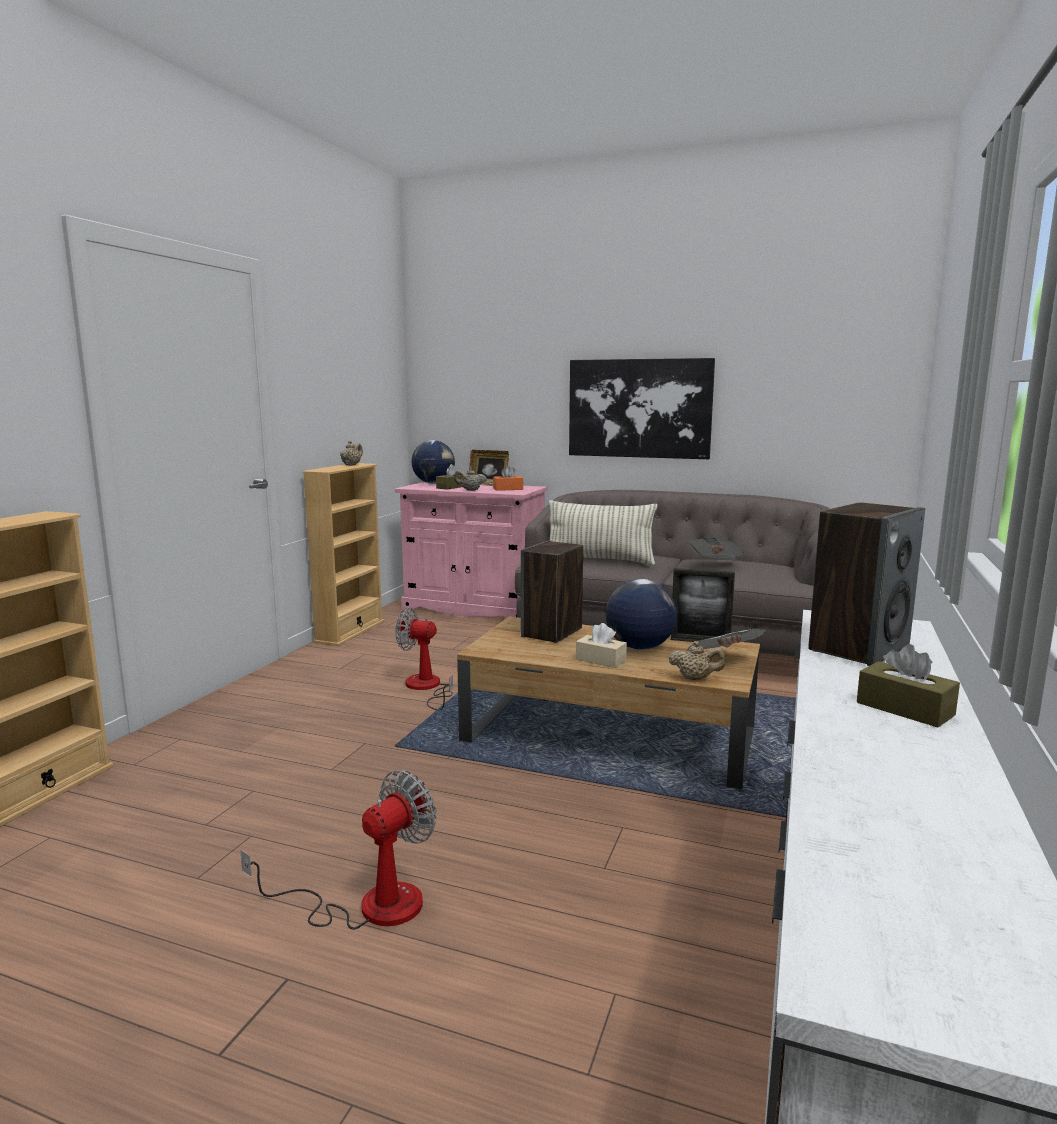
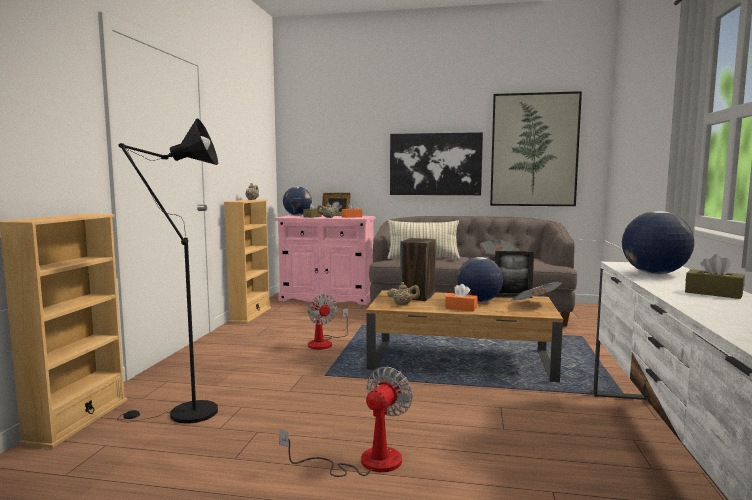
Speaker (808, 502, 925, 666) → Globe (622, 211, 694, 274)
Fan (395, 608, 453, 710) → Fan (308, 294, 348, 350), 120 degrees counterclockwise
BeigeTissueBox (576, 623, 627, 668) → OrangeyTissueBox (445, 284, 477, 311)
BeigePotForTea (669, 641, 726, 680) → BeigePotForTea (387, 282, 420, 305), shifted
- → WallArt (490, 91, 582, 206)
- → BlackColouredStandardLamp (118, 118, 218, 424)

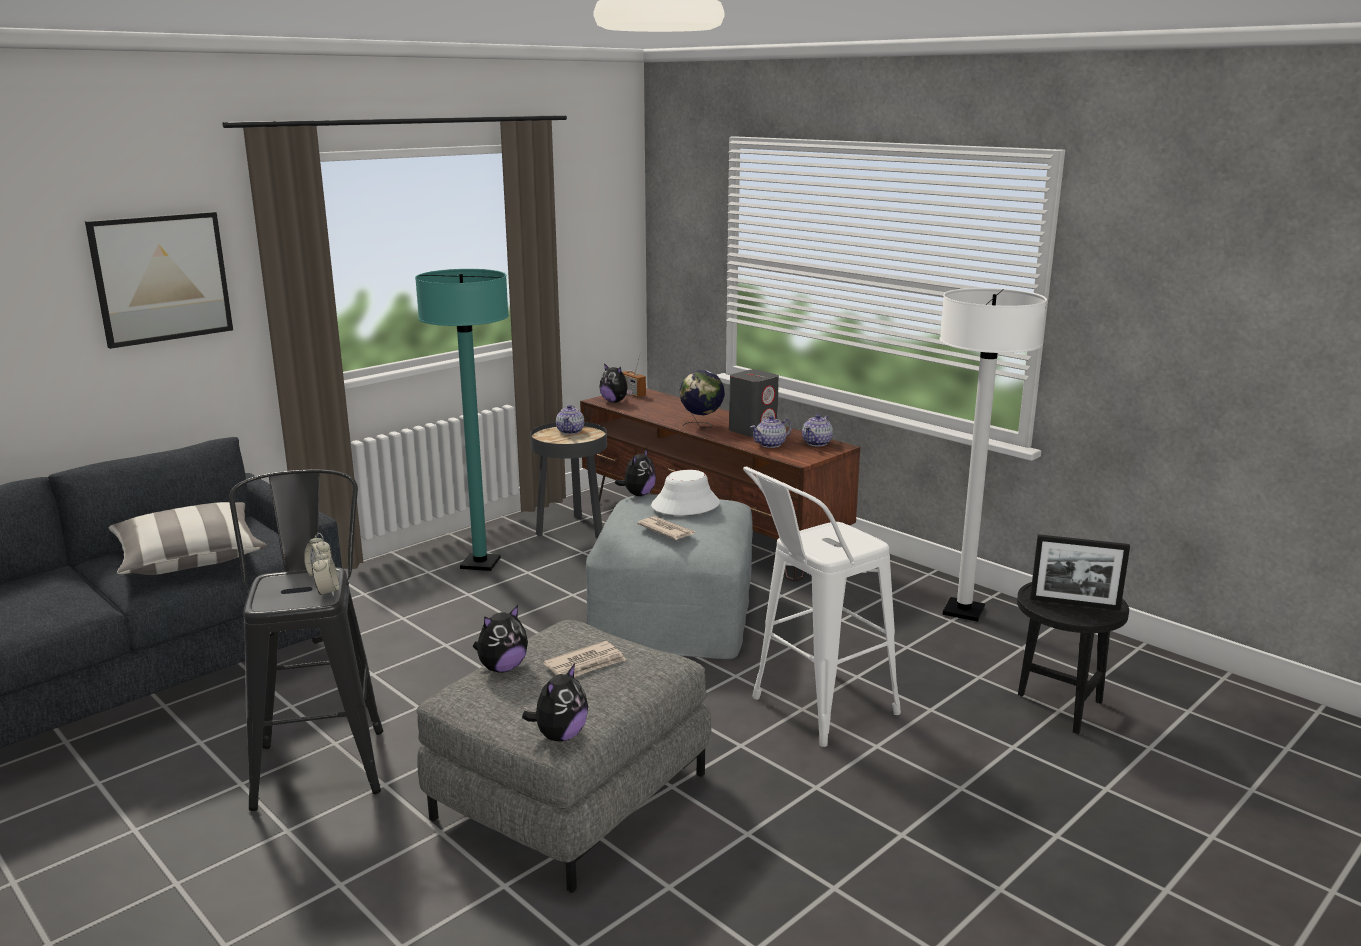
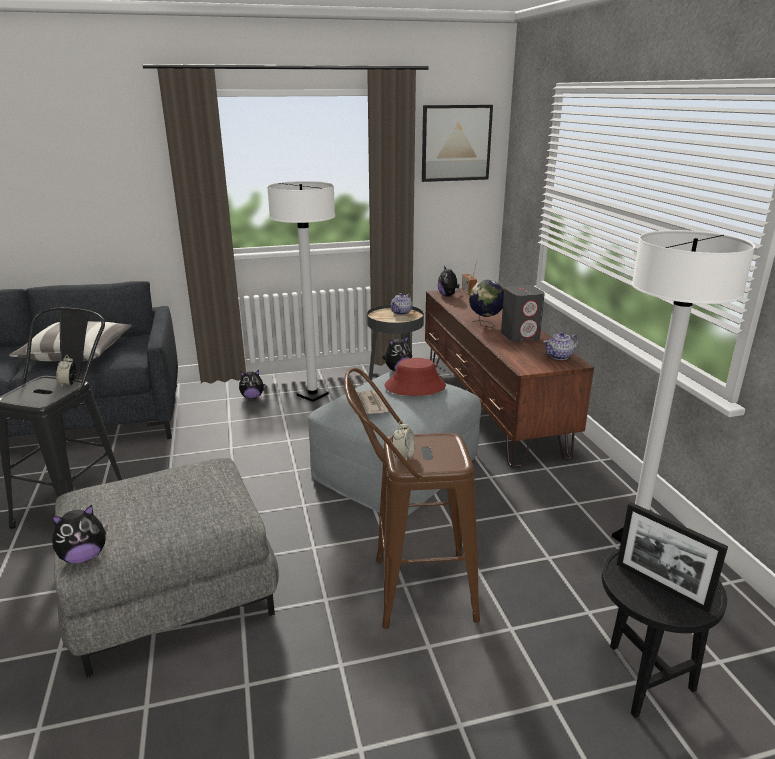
WallArt (85, 212, 233, 349) → WallArt (422, 105, 493, 182), shifted
BlueGreenStandardLamp (415, 269, 509, 571) → WhiteColouredStandardLamp (267, 181, 335, 402)
PotForTea (750, 416, 792, 448) → -
WhiteColouredStoolSeat (743, 467, 901, 747) → BrownishStoolSeat (344, 368, 480, 629)
WhiteColouredWearableHat (651, 470, 720, 515) → ReddishWearableHat (384, 358, 446, 396)
BedsideClock (312, 550, 339, 597) → BedsideClock (392, 420, 415, 461), shifted
CuddlyToy (473, 605, 528, 673) → CuddlyToy (239, 370, 266, 399), shifted
Newspaper (543, 641, 626, 677) → -

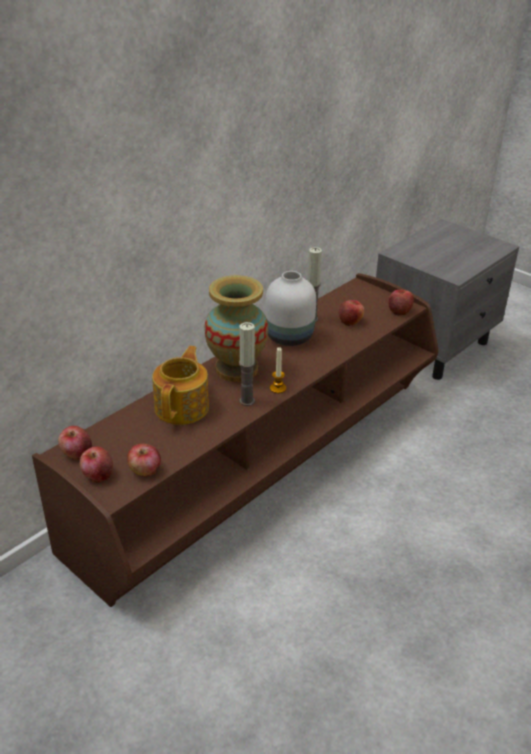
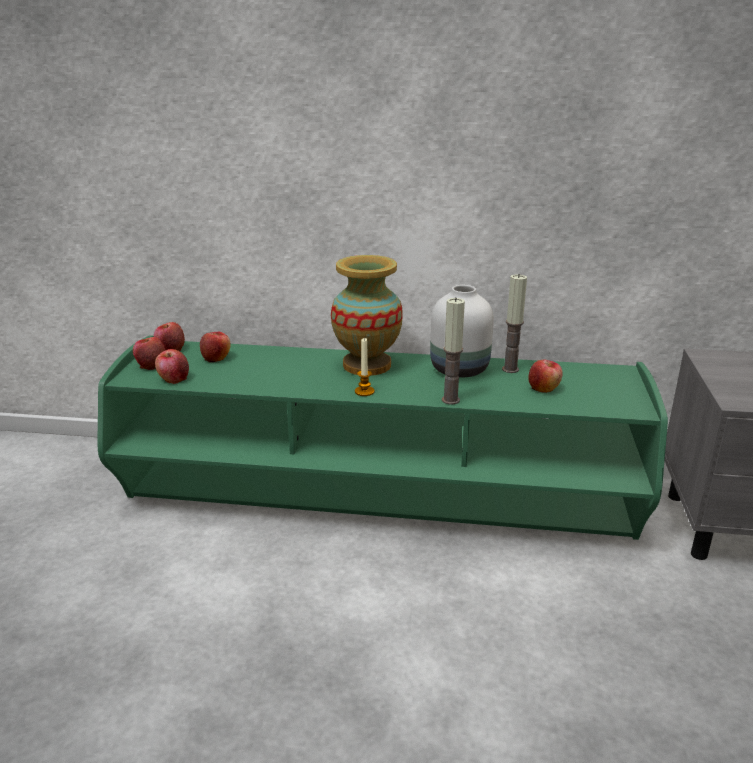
BrownishTvUnit (32, 273, 438, 607) → GreenColouredTvUnit (97, 335, 668, 540)
Apple (389, 290, 414, 316) → Apple (200, 332, 231, 362), shifted
Candle (239, 322, 255, 406) → Candle (442, 297, 465, 405), shifted
PotForTea (152, 346, 209, 425) → -

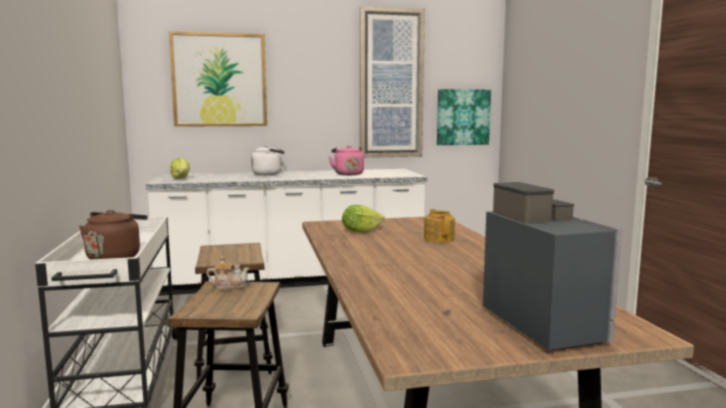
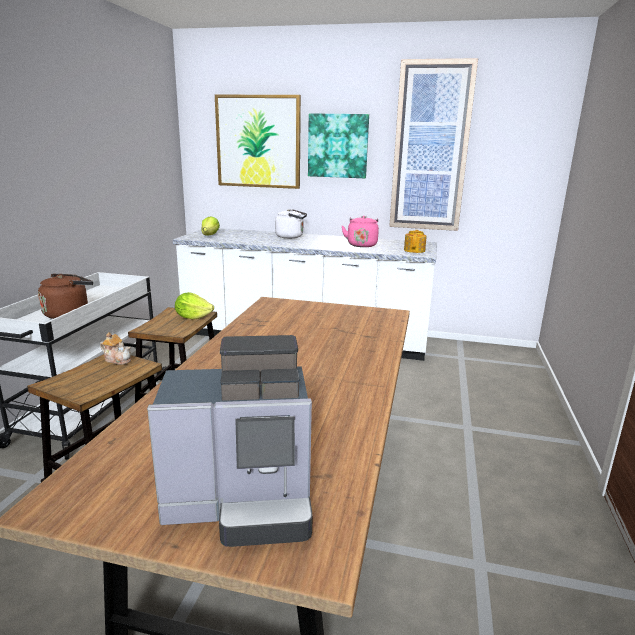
WallArt (437, 89, 491, 145) → WallArt (308, 113, 369, 178), shifted
CoffeeMaker (483, 182, 622, 351) → CoffeeMaker (147, 335, 313, 547), 75 degrees clockwise
LettuceHead (342, 205, 384, 233) → LettuceHead (175, 292, 214, 319), shifted
PotForTea (424, 209, 455, 243) → PotForTea (404, 230, 427, 253), shifted

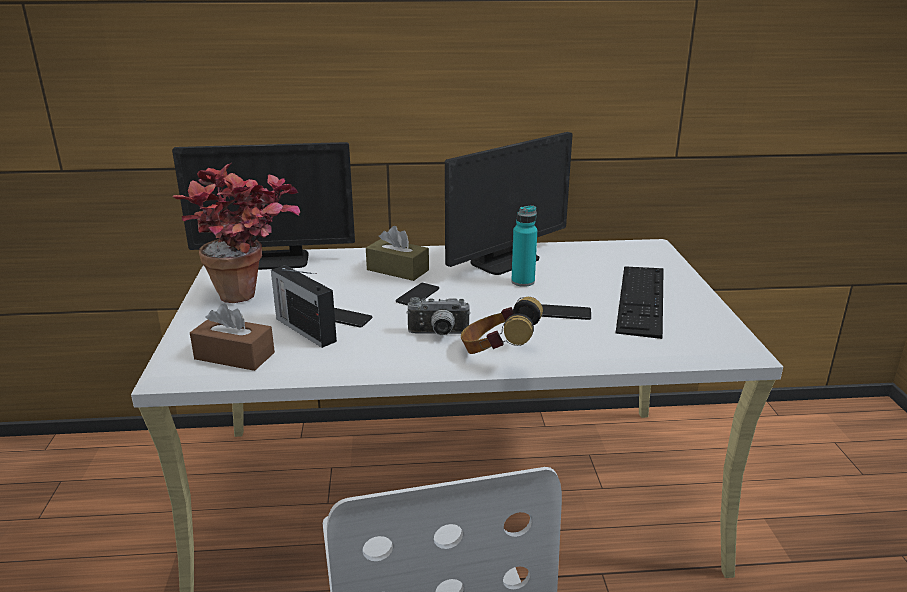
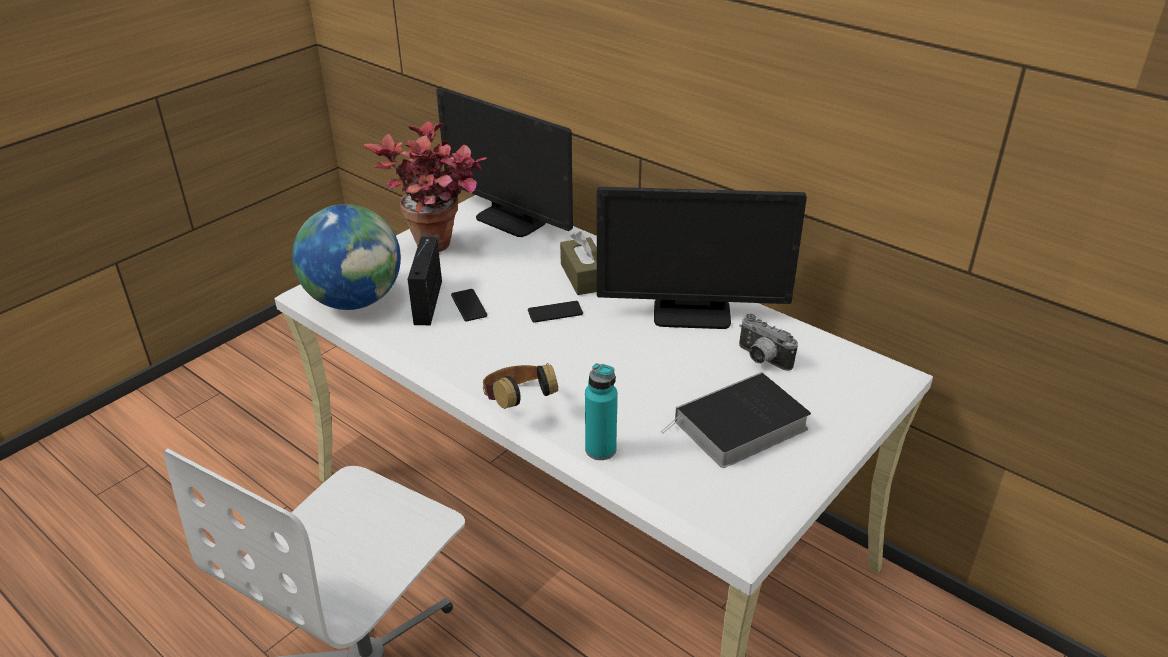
BlueGreenBottle (511, 206, 537, 287) → BlueGreenBottle (585, 363, 617, 460), shifted
PcKeyboard (616, 266, 664, 339) → Volume (661, 372, 811, 468)
PhotoCamera (406, 297, 470, 336) → PhotoCamera (739, 314, 798, 371), shifted
BrownishTissueBox (190, 303, 275, 371) → Globe (292, 204, 401, 310)
Telephone (541, 304, 591, 320) → -

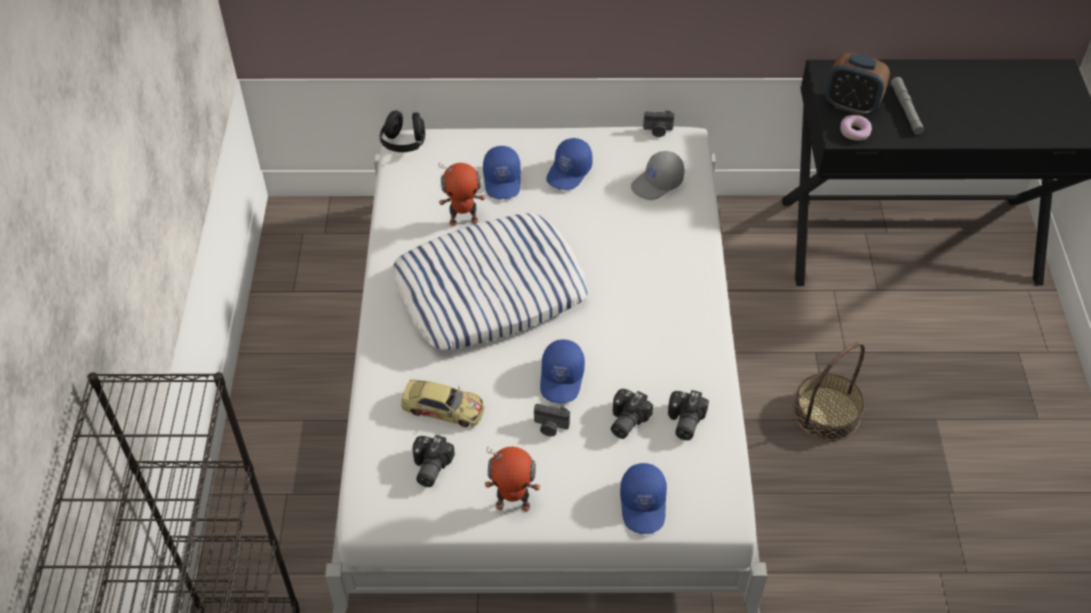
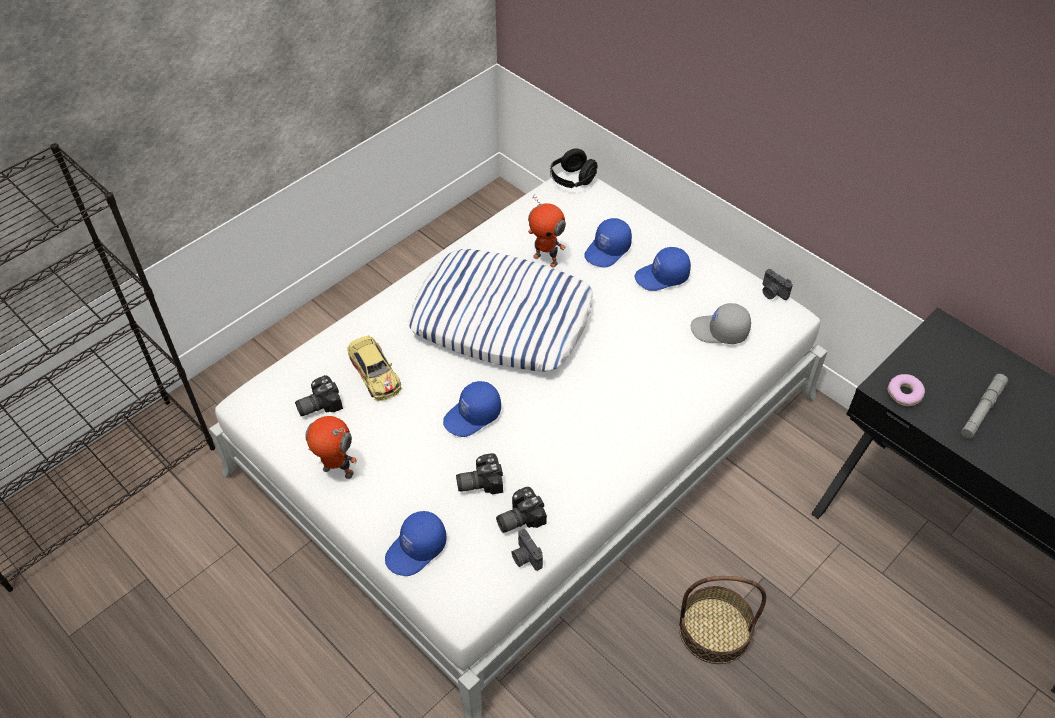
BedsideClock (825, 52, 890, 116) → -
PhotoCamera (534, 404, 570, 436) → PhotoCamera (511, 529, 543, 571), shifted
ToyRobot (485, 447, 541, 511) → ToyRobot (305, 416, 357, 479), 150 degrees clockwise

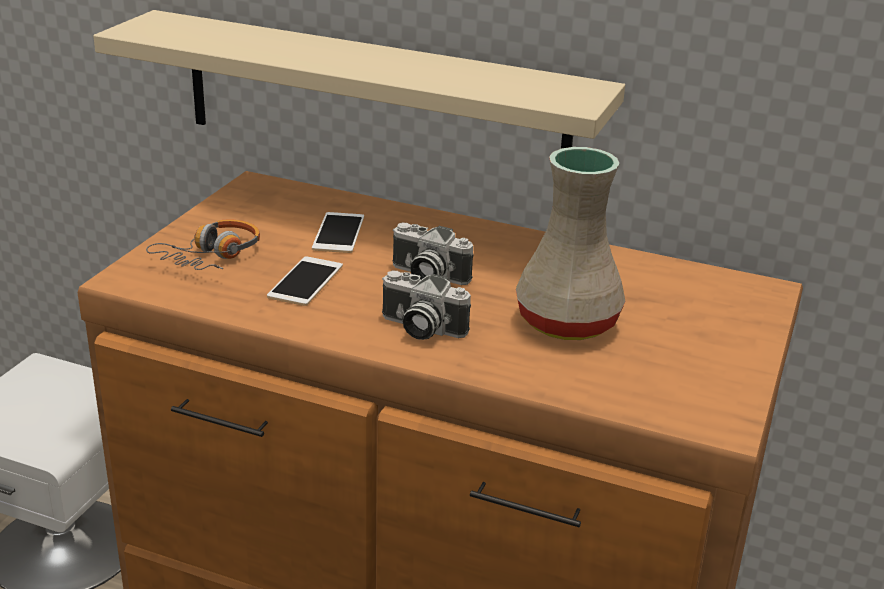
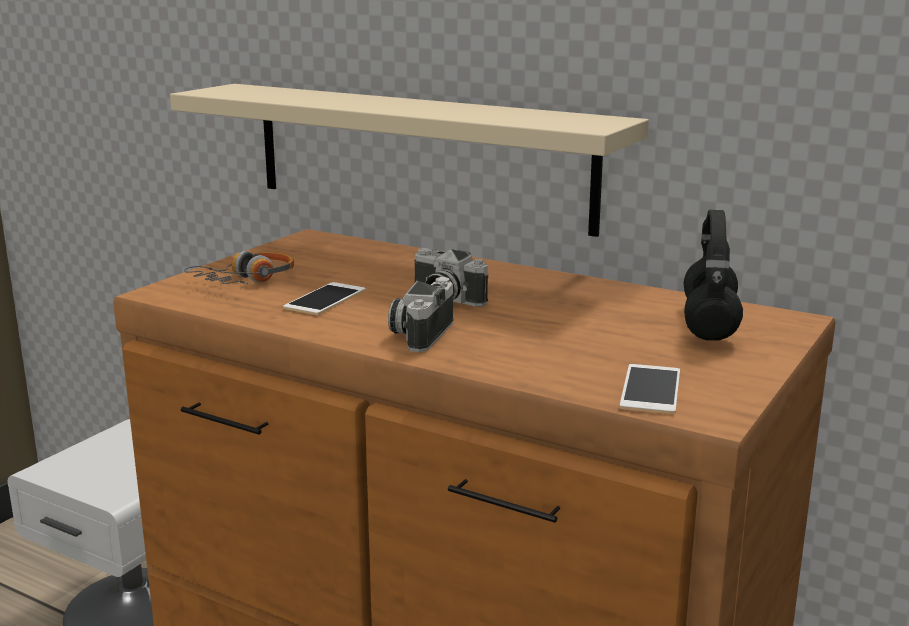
BeigeFlowerVase (516, 147, 625, 340) → -
Telephone (312, 212, 364, 253) → Telephone (619, 364, 680, 414), shifted
PhotoCamera (382, 271, 471, 340) → PhotoCamera (388, 277, 454, 352), 75 degrees clockwise
- → BlackColouredPairOfHeadphones (684, 210, 743, 341)

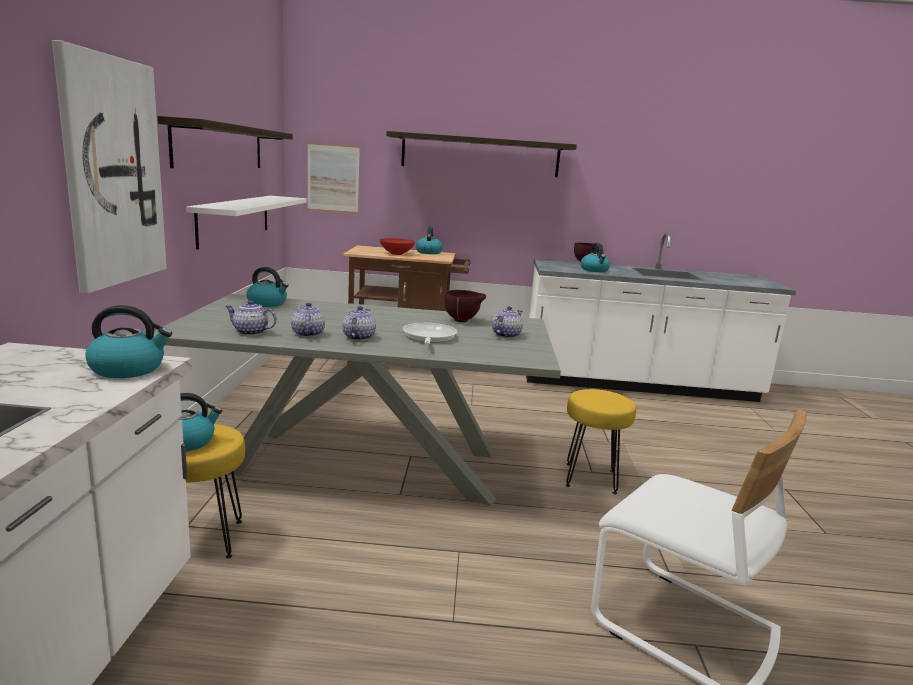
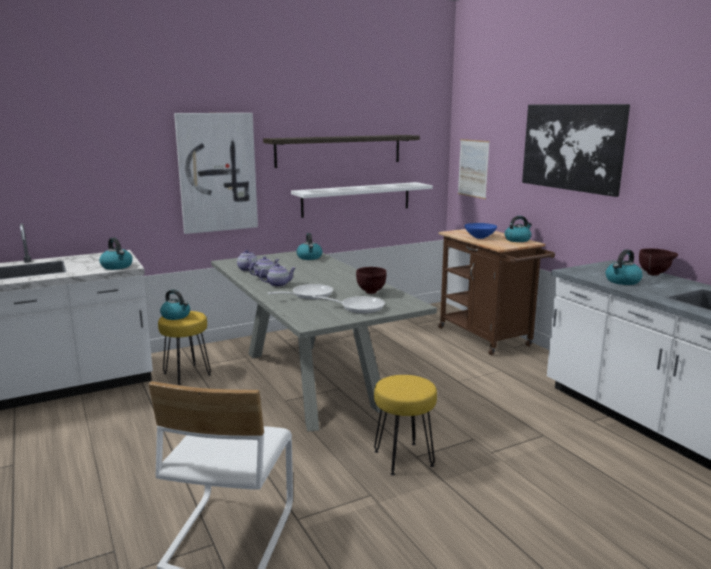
BracketShelf (386, 131, 577, 177) → WallArt (522, 104, 630, 197)
ReddishDeepDish (380, 238, 415, 255) → BlueDeepDish (465, 223, 497, 239)
PotForTea (492, 306, 523, 338) → FryingPan (312, 296, 385, 314)

